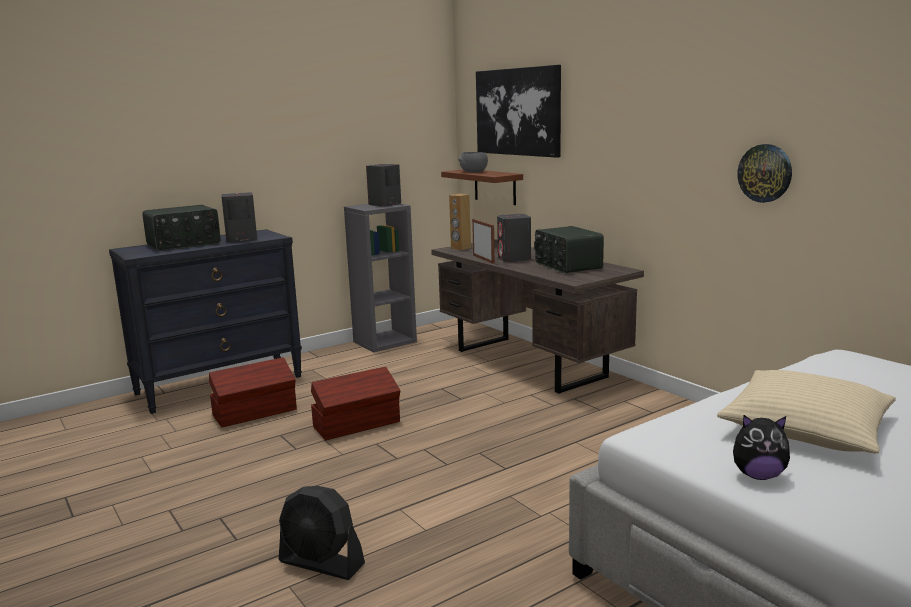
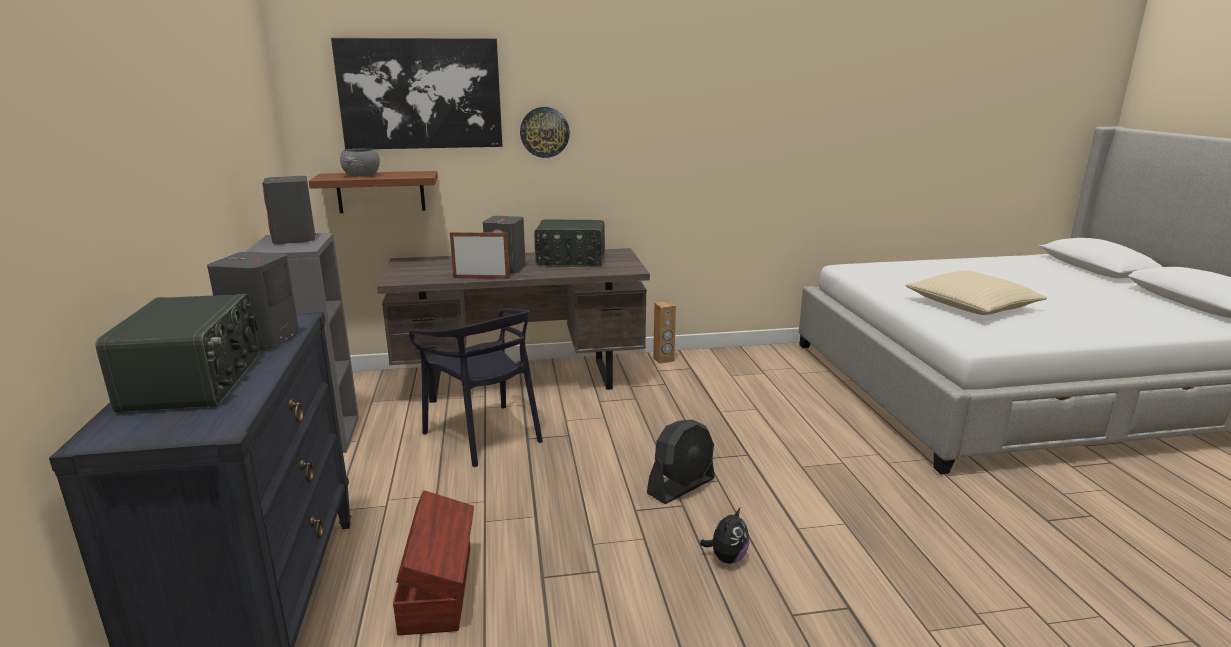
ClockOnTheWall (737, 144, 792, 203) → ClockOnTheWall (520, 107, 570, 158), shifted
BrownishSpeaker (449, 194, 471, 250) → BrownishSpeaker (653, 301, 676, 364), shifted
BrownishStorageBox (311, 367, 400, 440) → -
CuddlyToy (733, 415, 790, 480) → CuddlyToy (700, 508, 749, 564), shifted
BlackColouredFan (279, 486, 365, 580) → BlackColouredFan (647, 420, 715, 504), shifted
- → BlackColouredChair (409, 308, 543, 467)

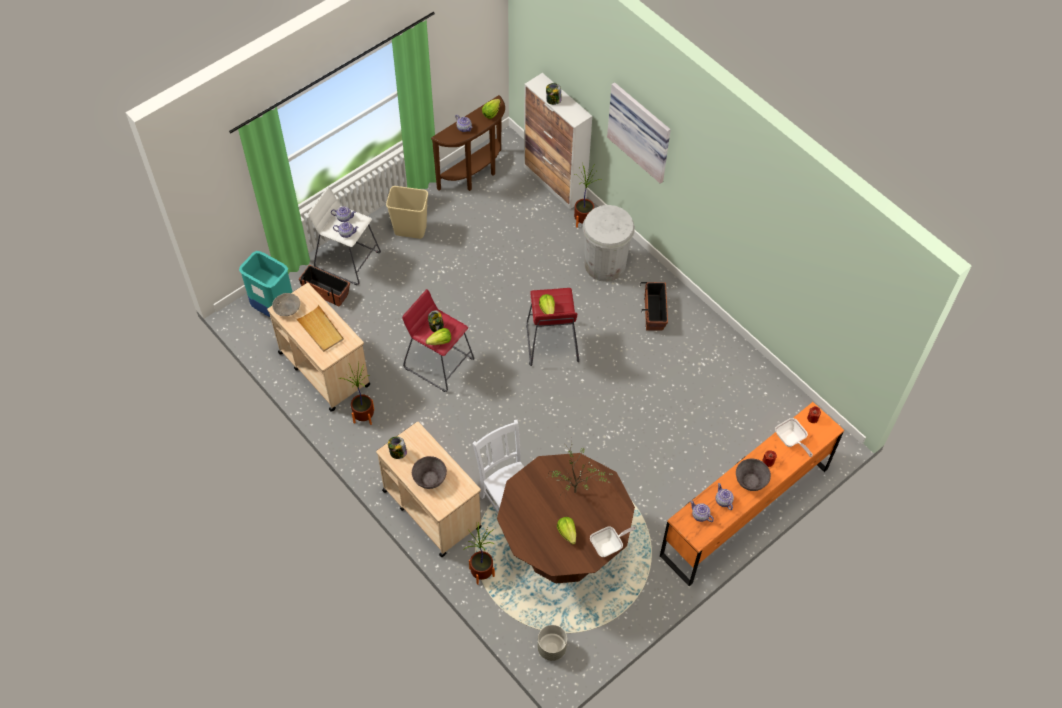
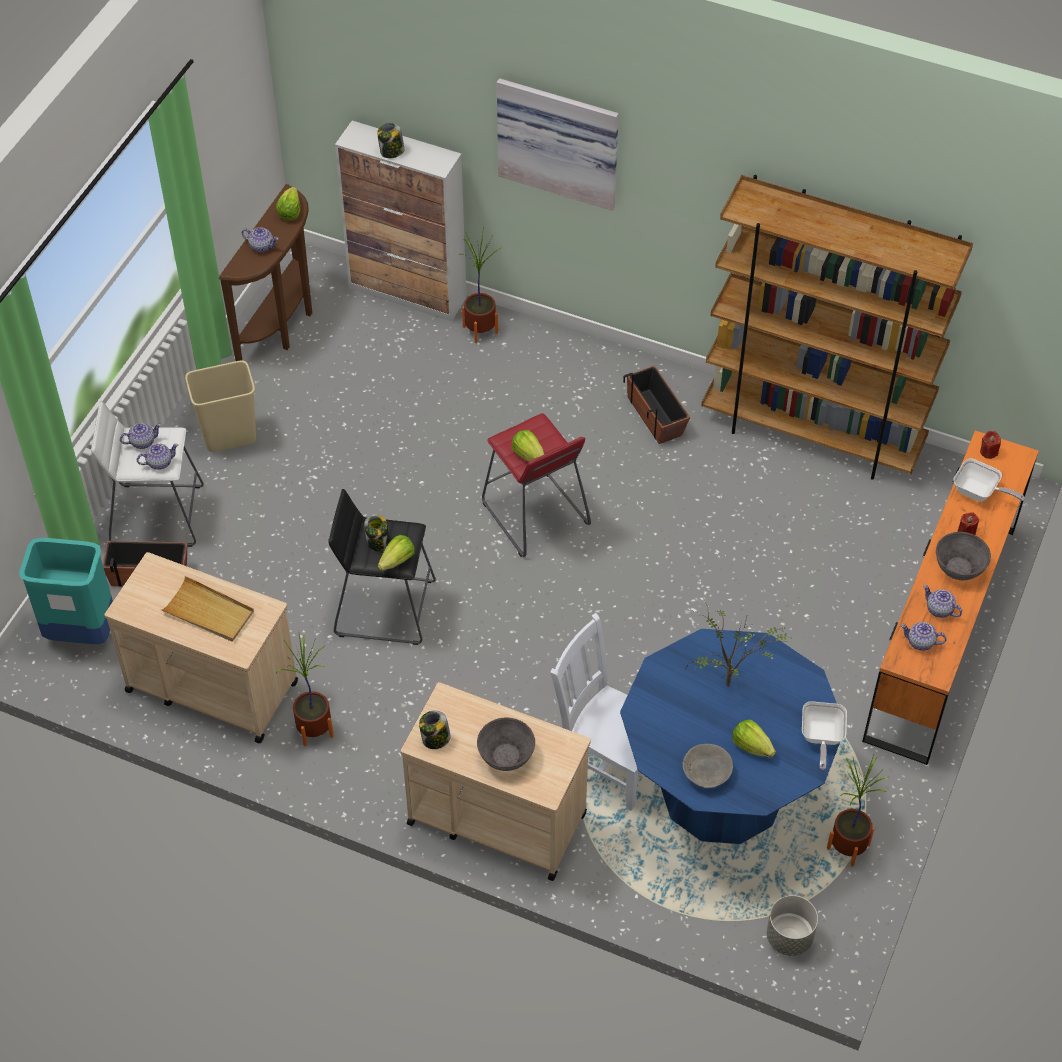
WhiteColouredWasteBin (583, 205, 635, 282) → -
ReddishStoolSeat (402, 289, 474, 392) → BlackColouredStoolSeat (328, 489, 436, 645)
GrayDeepDish (272, 293, 300, 316) → GrayDeepDish (683, 744, 733, 788), shifted
BrownishDiningTable (497, 453, 635, 583) → BlueDiningTable (620, 629, 840, 844)
PlantInAPot (464, 522, 495, 584) → PlantInAPot (827, 755, 889, 867), shifted
FryingPan (590, 526, 636, 557) → FryingPan (802, 701, 847, 770), 150 degrees clockwise
- → BrownishShelvingUnit (702, 175, 973, 480)

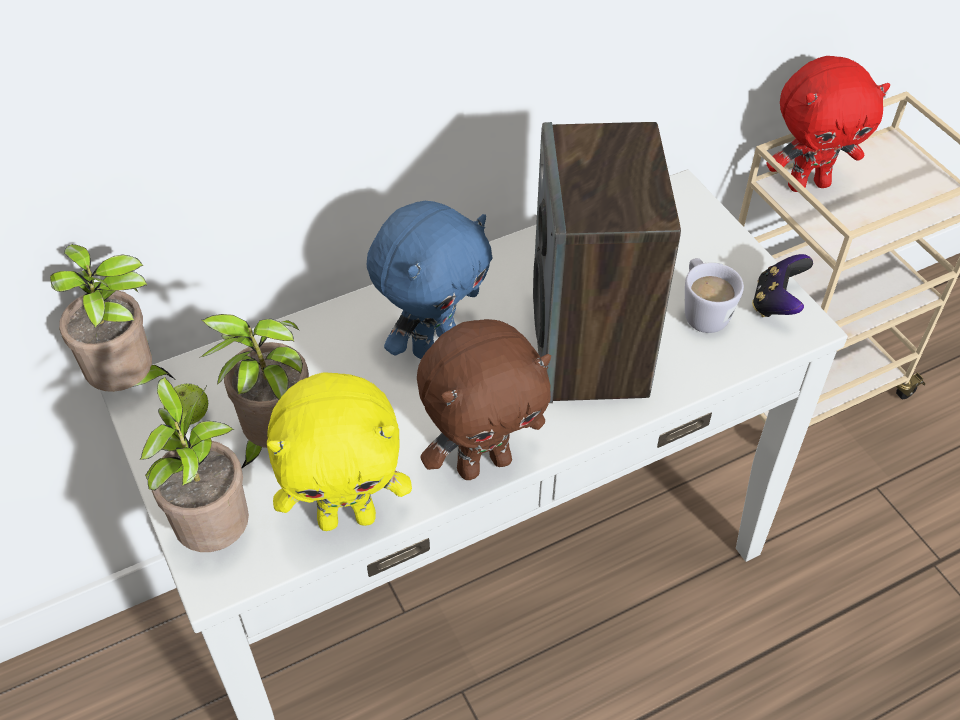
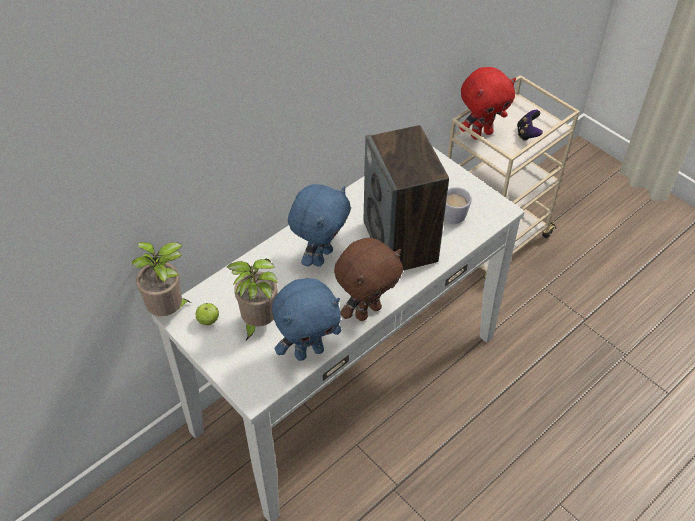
Gamepad (752, 254, 813, 317) → Gamepad (517, 110, 543, 141), shifted
YellowCuddlyToy (267, 372, 412, 531) → BlueCuddlyToy (272, 278, 341, 361)
PlantInAPot (140, 377, 249, 552) → -

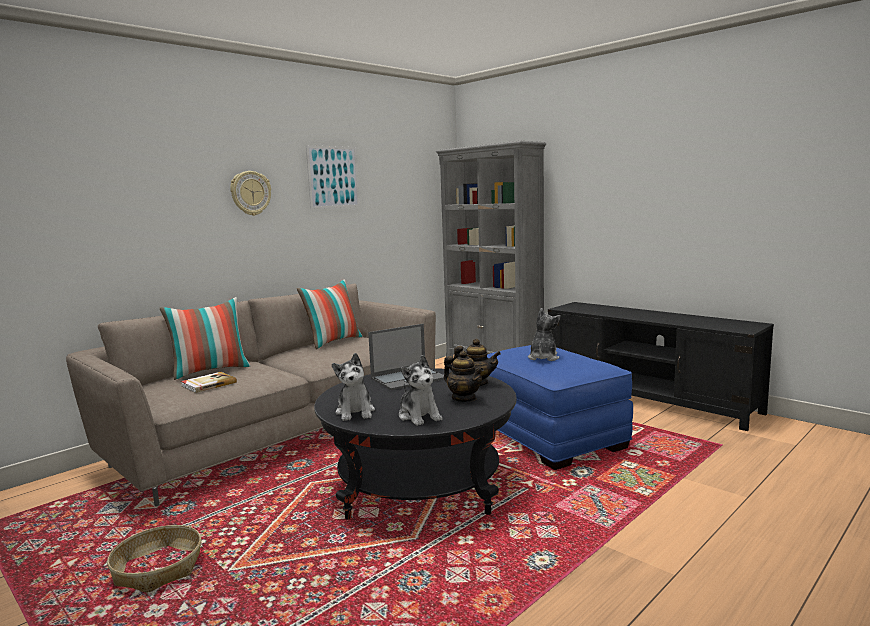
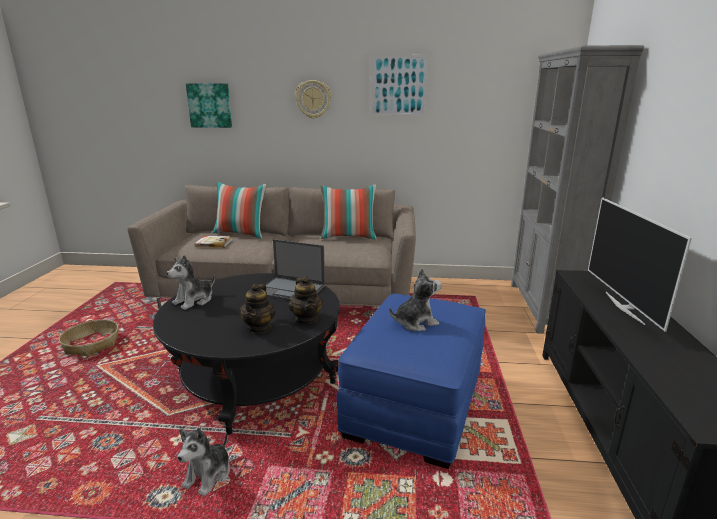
CuddlyToy (399, 355, 442, 426) → CuddlyToy (177, 428, 230, 496), shifted
- → WallArt (186, 83, 232, 128)
- → TvSet (588, 197, 692, 332)

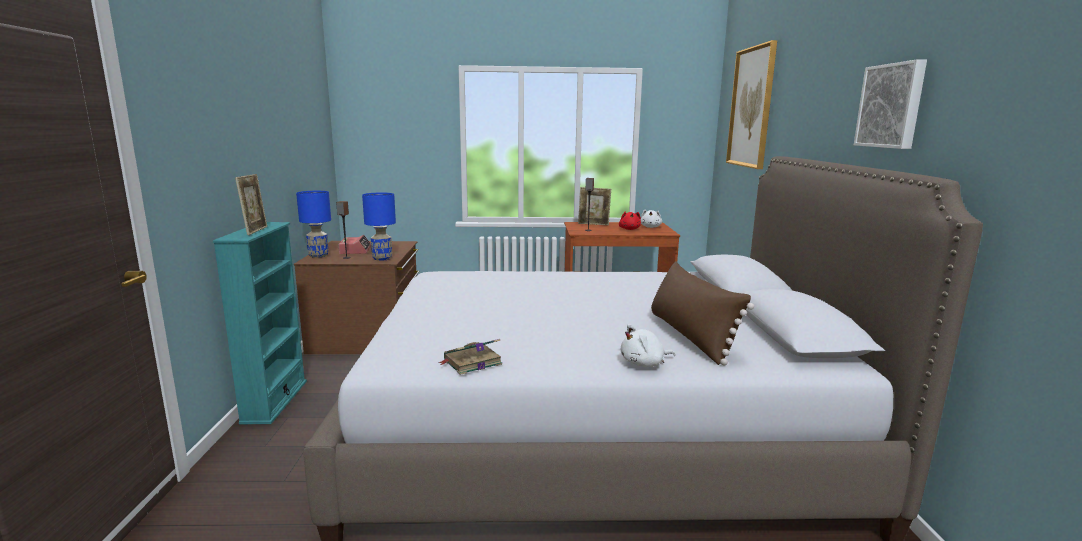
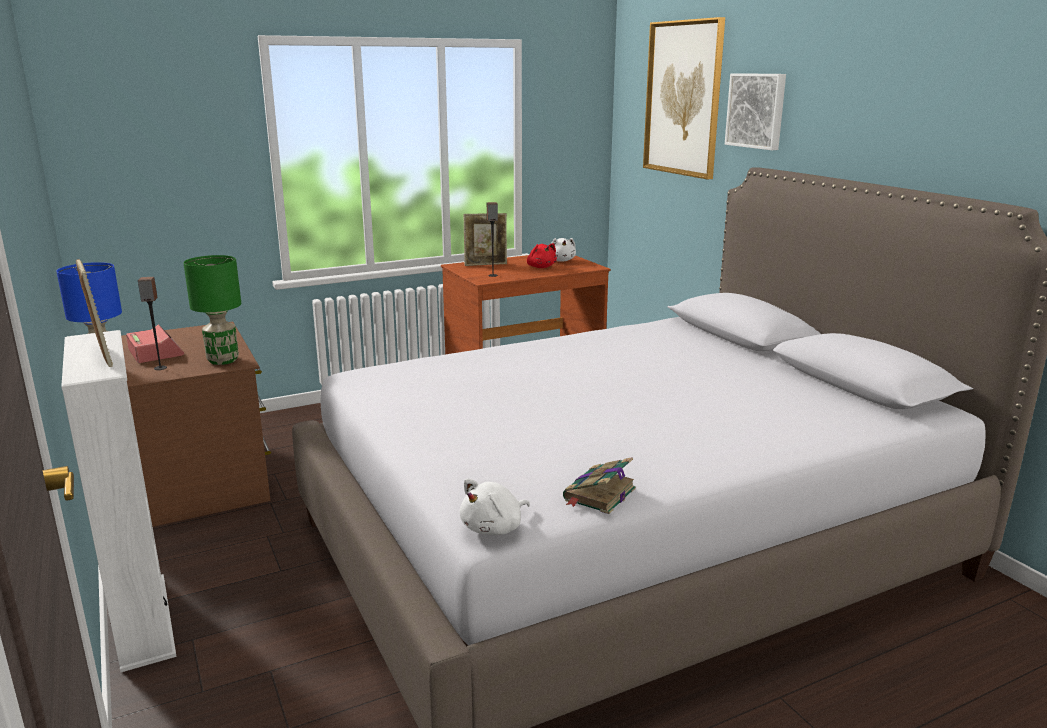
WallArt (854, 59, 927, 149) → WallArt (725, 73, 786, 150), shifted
BlueTableLamp (362, 192, 396, 261) → GreenColouredTableLamp (183, 255, 241, 365)
BlueGreenShelvingUnit (213, 222, 307, 424) → WhiteColouredShelvingUnit (61, 330, 177, 672)
BrownishPillow (651, 261, 754, 365) → -
WhiteColouredCuddlyToy (621, 324, 676, 367) → WhiteColouredCuddlyToy (460, 479, 530, 535), shifted

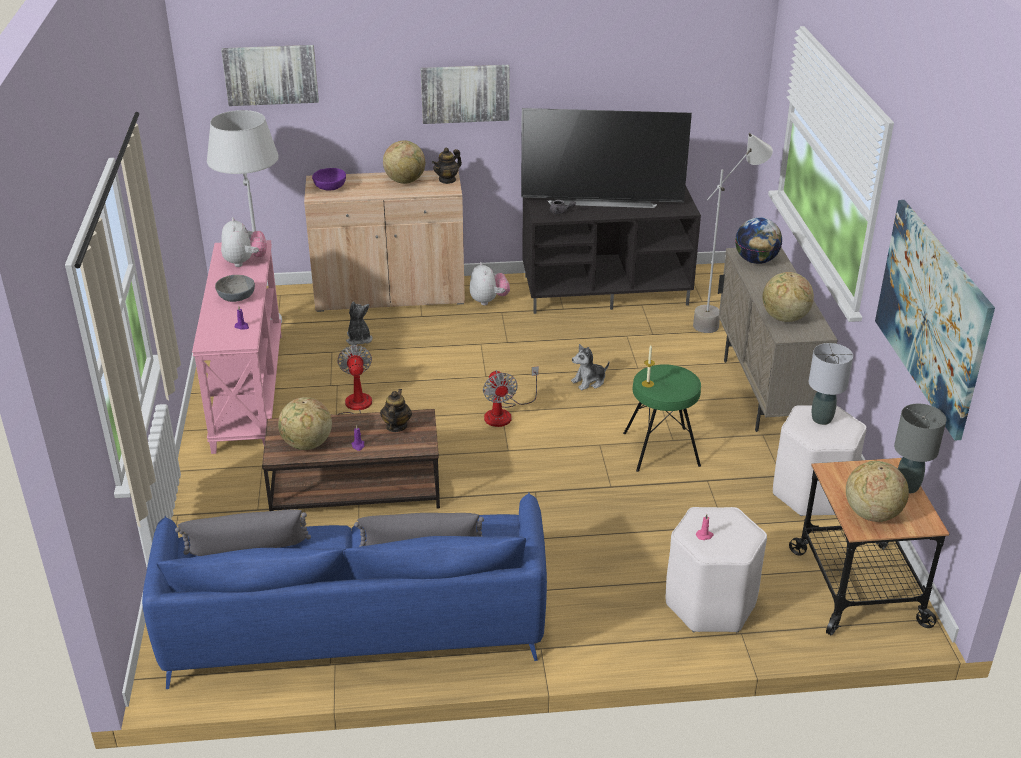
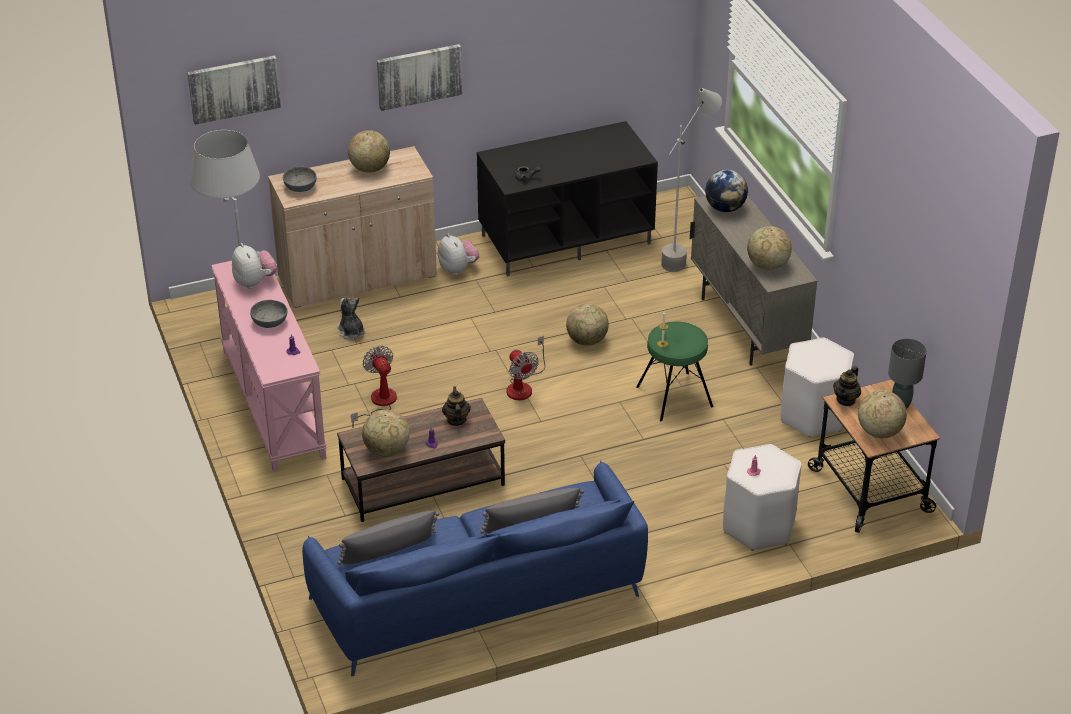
TvSet (521, 108, 692, 208) → -
PotForTea (432, 147, 462, 184) → PotForTea (833, 366, 861, 406), shifted
PurplishDeepDish (312, 168, 346, 191) → GrayDeepDish (283, 166, 317, 192)
WallArt (875, 200, 995, 440) → -
GrayTableLamp (809, 343, 853, 425) → -
CuddlyToy (571, 344, 610, 390) → Globe (566, 303, 609, 346)

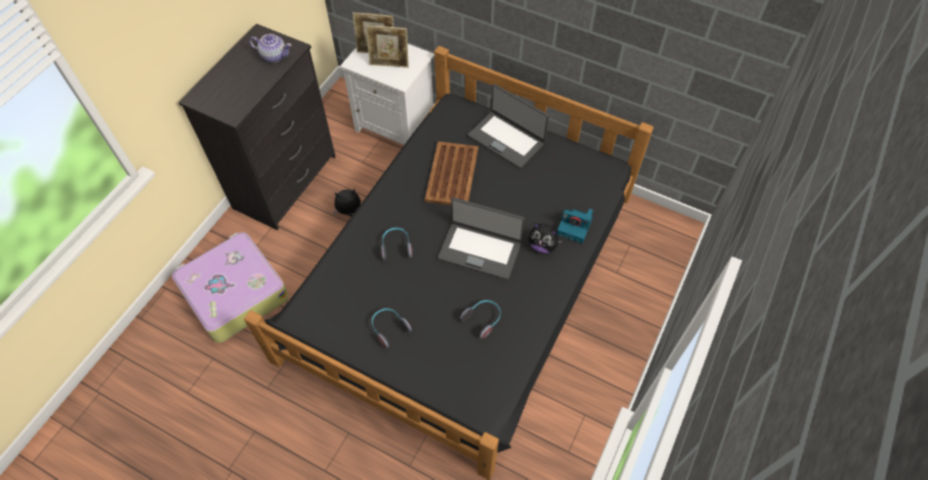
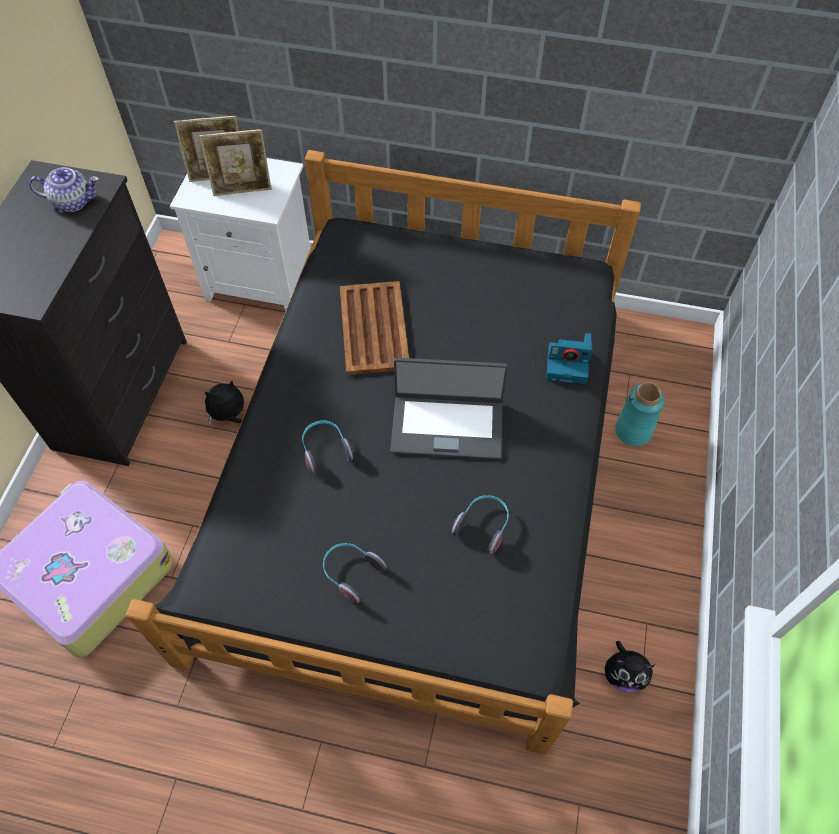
Laptop (468, 84, 549, 169) → -
CuddlyToy (529, 223, 563, 253) → CuddlyToy (605, 641, 655, 692), shifted
- → BlueGreenFlowerVase (615, 383, 665, 446)

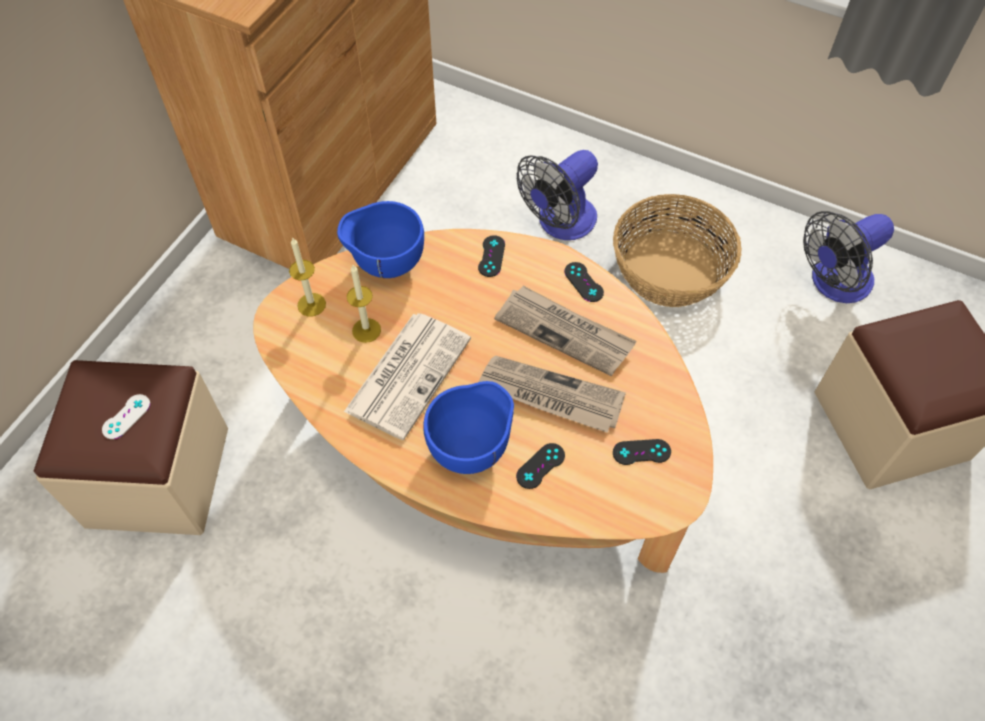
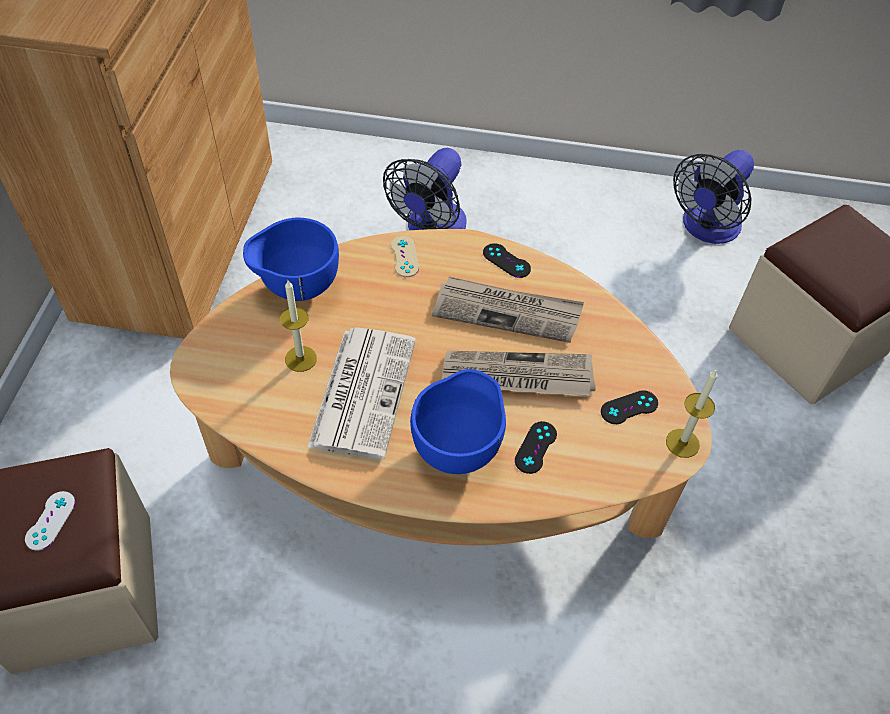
StorageBasket (613, 194, 742, 307) → -
BlackColouredGamepad (478, 235, 505, 277) → BeigeGamepad (391, 236, 419, 277)
Candle (289, 237, 326, 316) → Candle (666, 370, 717, 458), shifted

